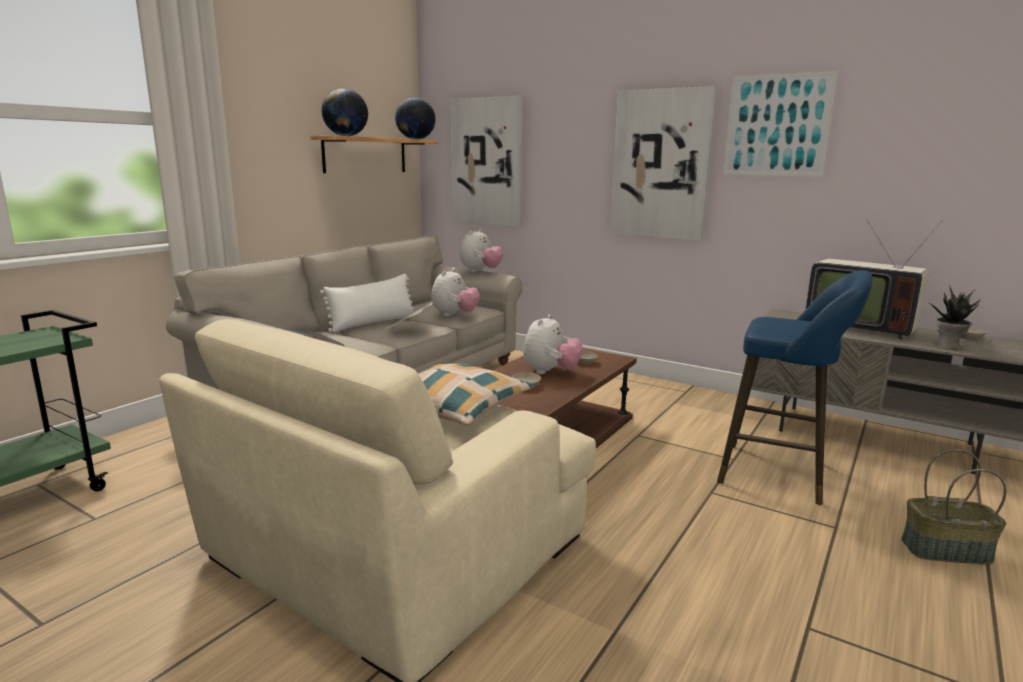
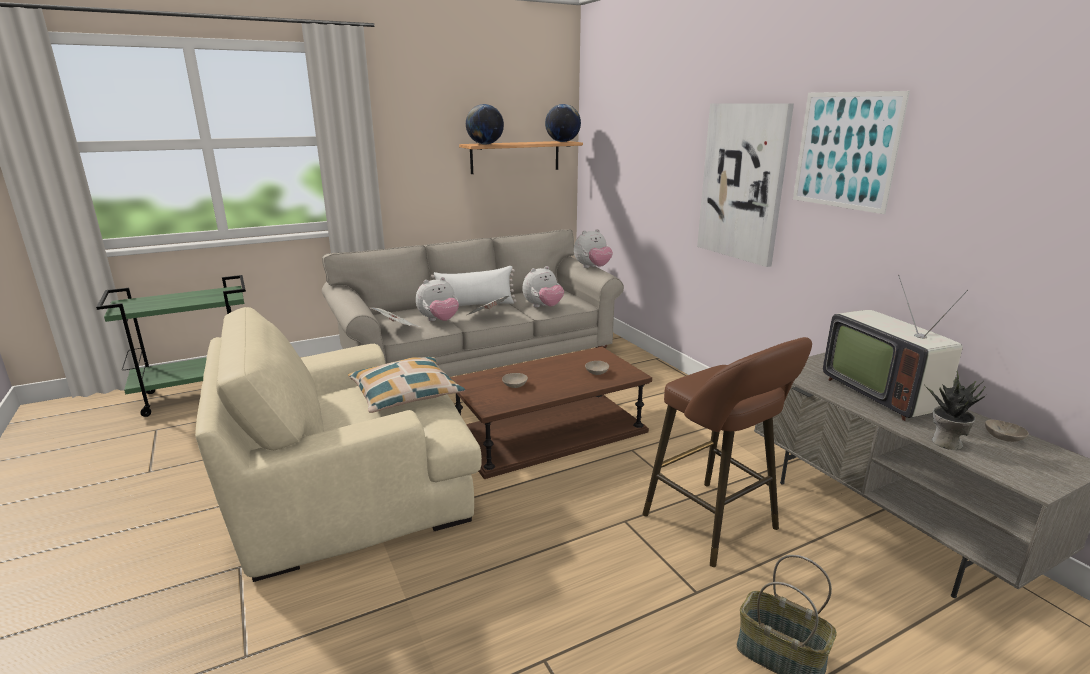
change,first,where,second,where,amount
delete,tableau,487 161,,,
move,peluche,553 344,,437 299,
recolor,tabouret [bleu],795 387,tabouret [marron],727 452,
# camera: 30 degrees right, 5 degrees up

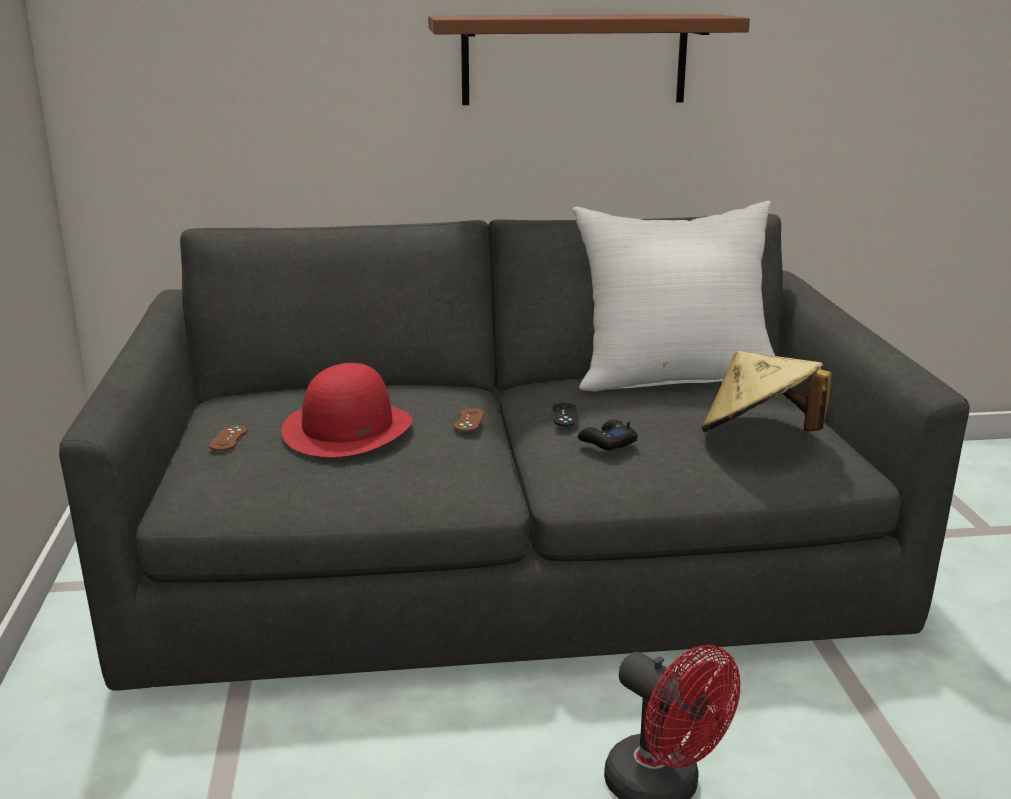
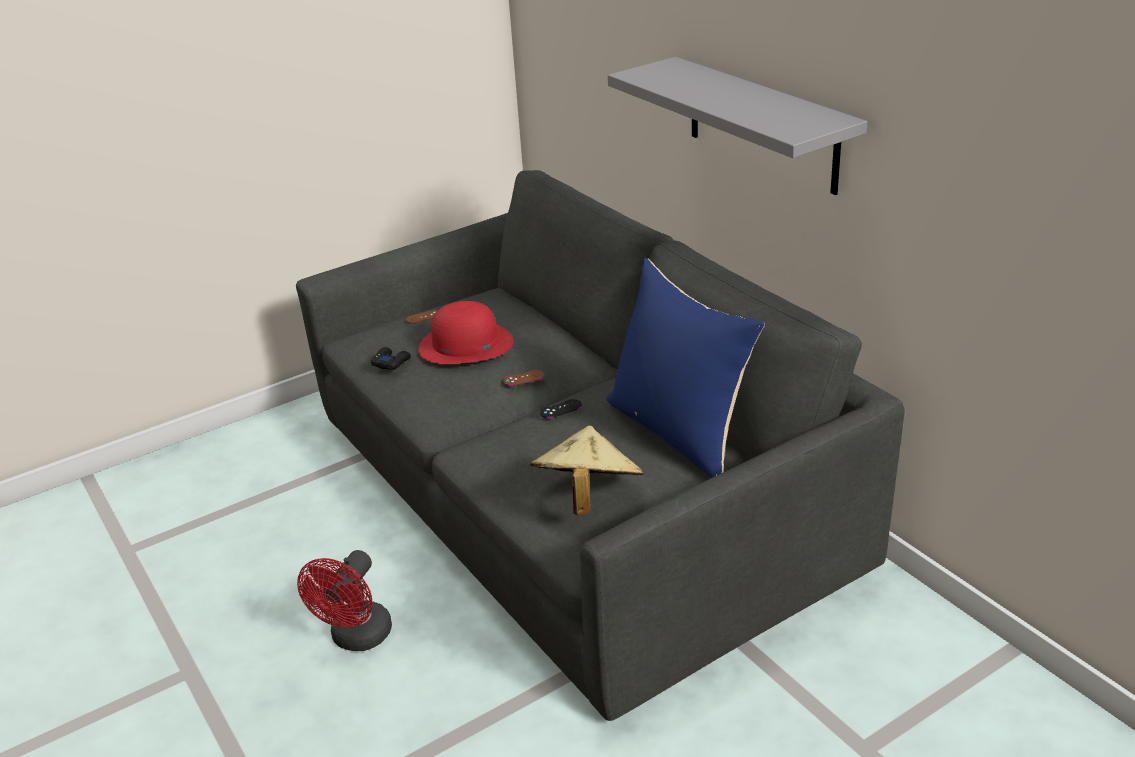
change,first,where,second,where,amount
move,manette [noir],608 434,,391 358,
recolor,étagère [marron],589 59,étagère [gris],737 126,
recolor,coussin [blanc],673 296,coussin [bleu],685 368,
# camera: 65 degrees right, 10 degrees up

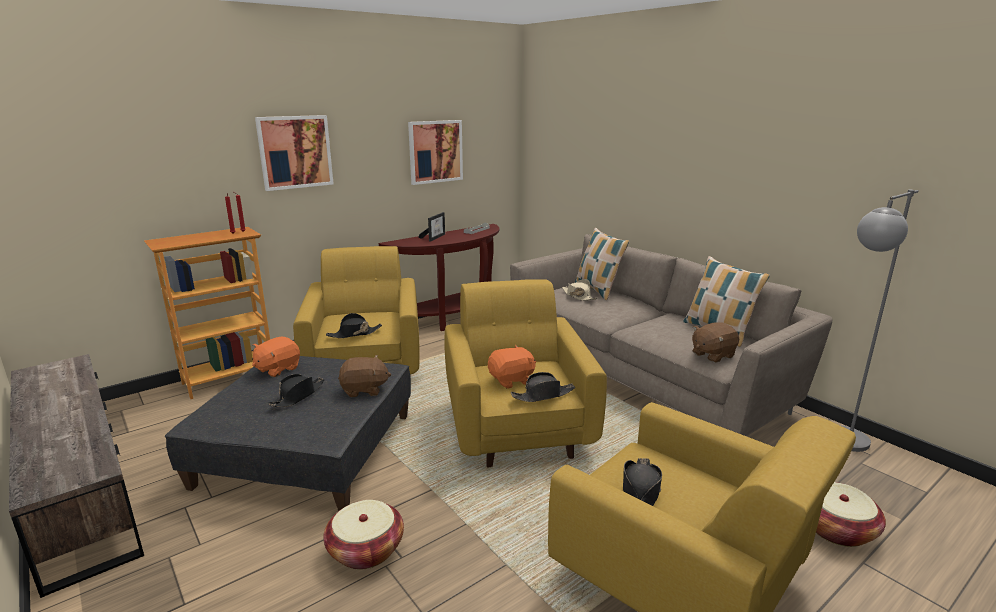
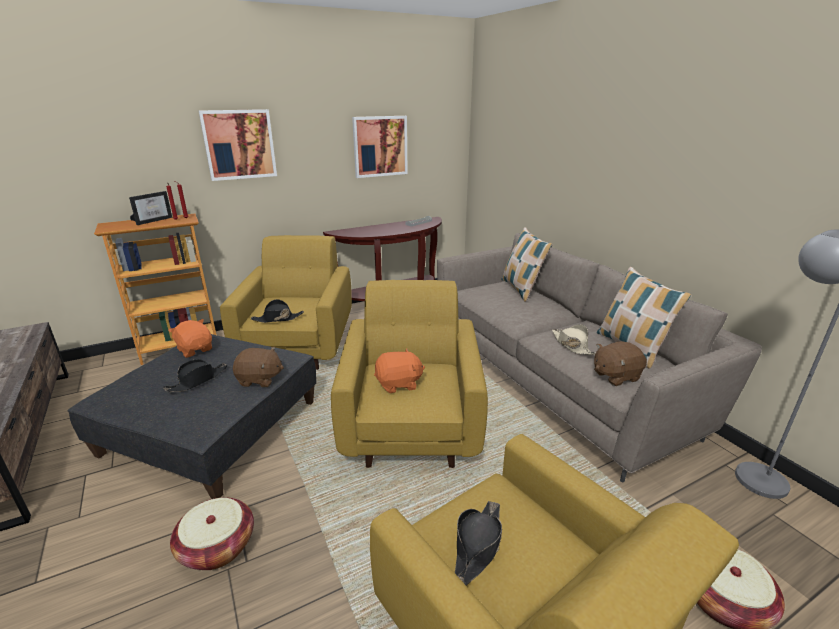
change,first,where,second,where,amount
delete,chapeau [noir],543 387,,,
move,cadre photo,431 226,,150 208,
move,chapeau [beige],580 290,,574 339,
rotate,peluche [orange],276 356,,190 338,90 degrees clockwise
# camera: 10 degrees right, 5 degrees up

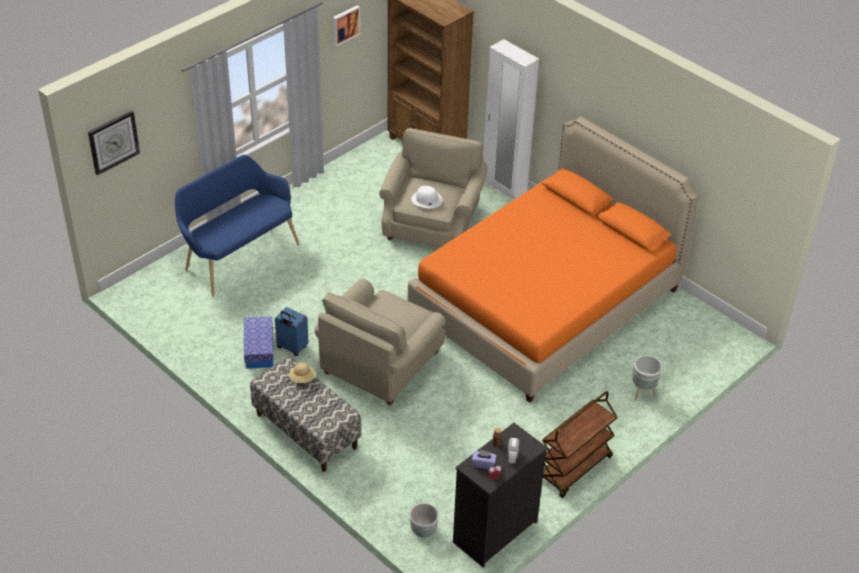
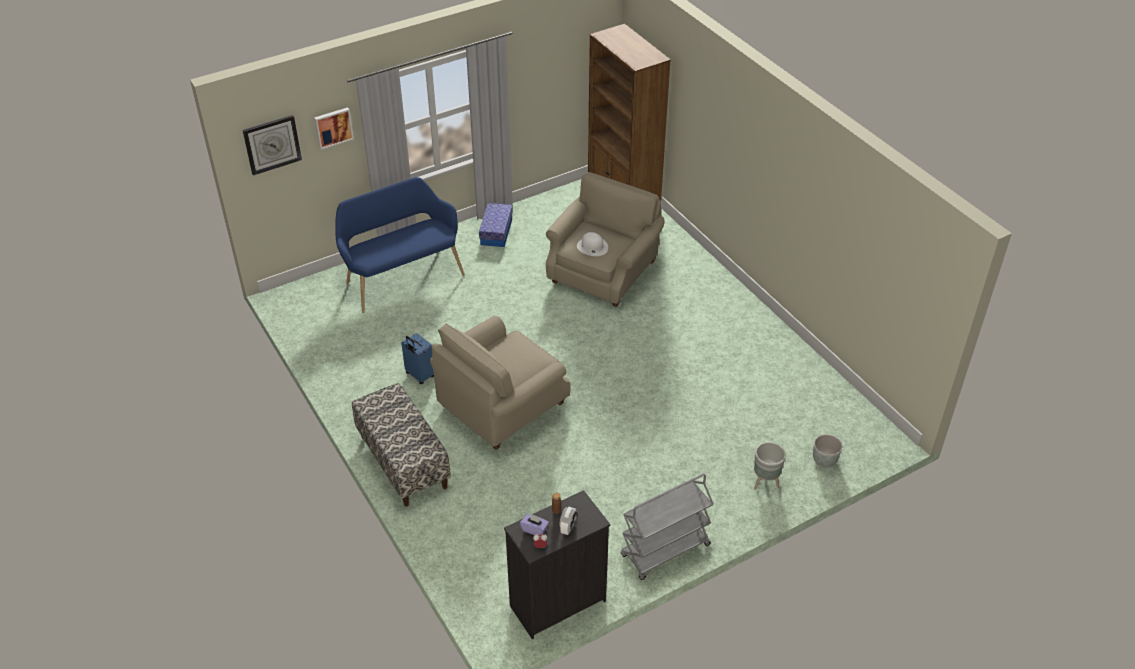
change,first,where,second,where,amount
delete,chapeau [beige],302 373,,,
delete,lit [orange],553 260,,,
delete,armoire [blanc],511 119,,,
move,boîte de rangement,259 342,,496 225,
move,tableau,346 26,,334 128,
move,cache-pot [gris],424 520,,827 450,
recolor,chariot [marron],580 444,chariot [gris],667 526,
# camera: 15 degrees right, 0 degrees up

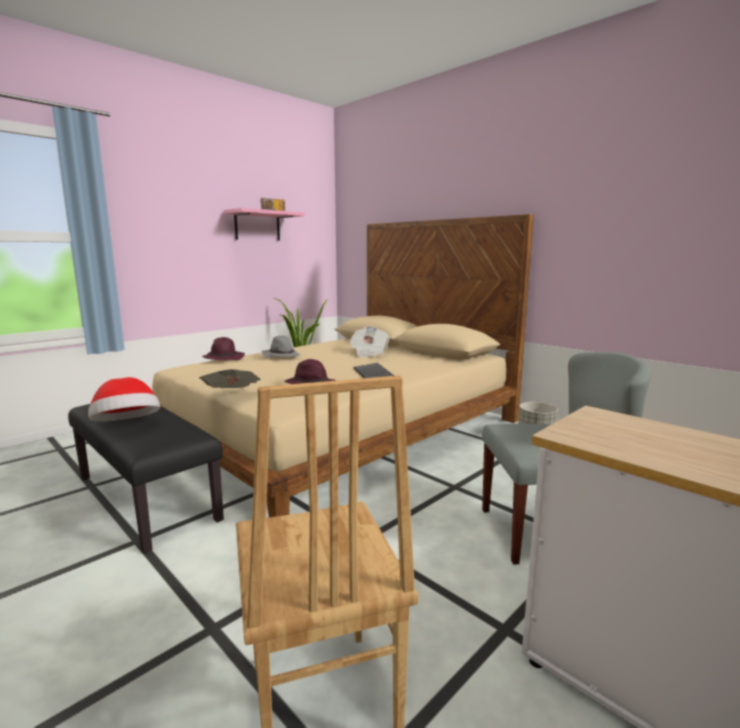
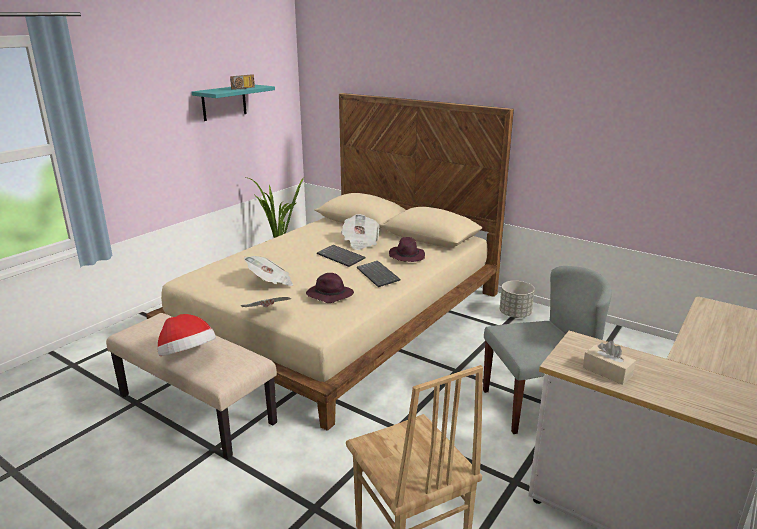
change,first,where,second,where,amount
delete,chapeau [gris],281 346,,,
insert,,,journal,268 271,
insert,,,clavier,341 256,
insert,,,boîte à mouchoirs [beige],609 363,
move,chapeau [violet],223 348,,407 249,
recolor,banc [noir],146 478,banc [beige],191 386,
recolor,étagère [rose],264 224,étagère [turquoise],233 103,
# camera: 10 degrees left, 10 degrees up

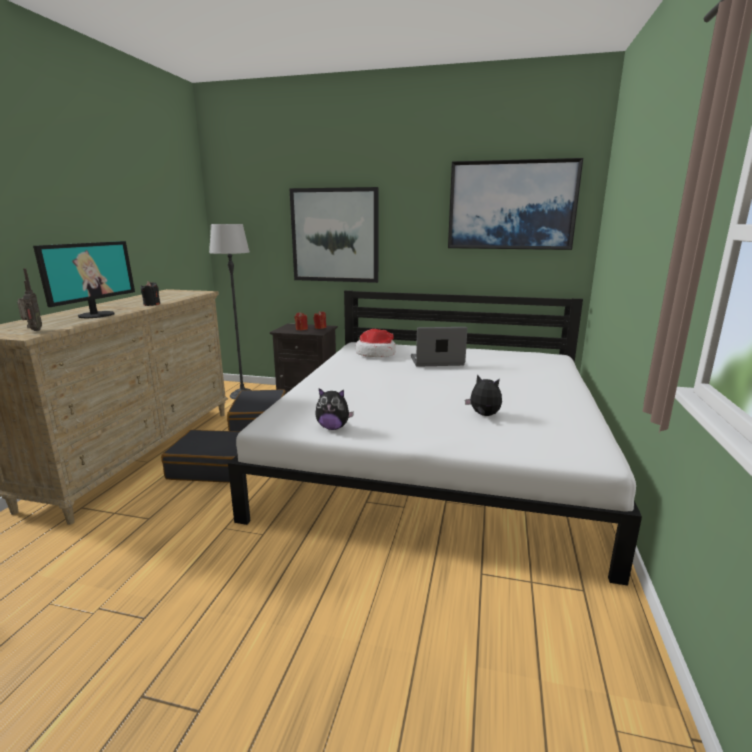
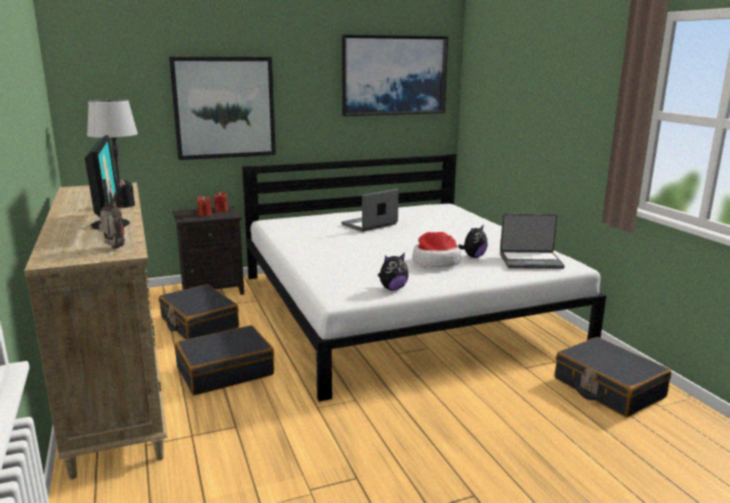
change,first,where,second,where,amount
insert,,,ordinateur portable,532 241,
insert,,,valise [noir],613 377,
move,chapeau,376 343,,437 249,
rotate,peluche,483 395,,473 241,135 degrees clockwise
# camera: 35 degrees left, 0 degrees up

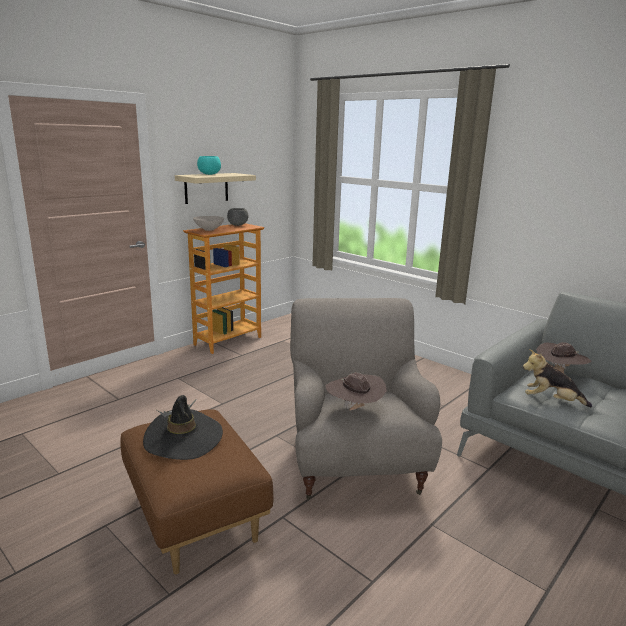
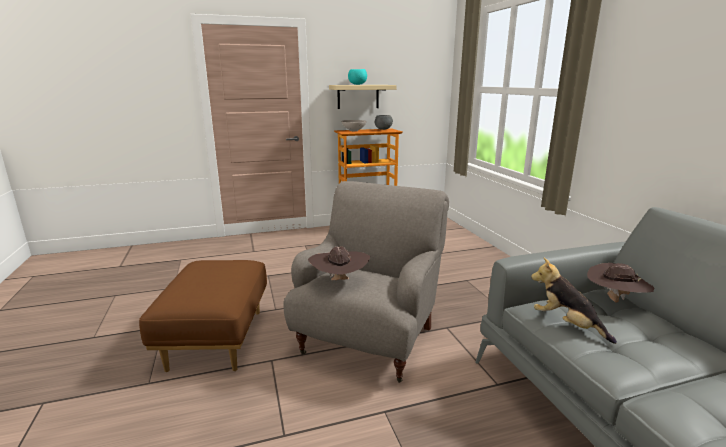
change,first,where,second,where,amount
delete,chapeau [noir],183 427,,,
# camera: 30 degrees right, 0 degrees up

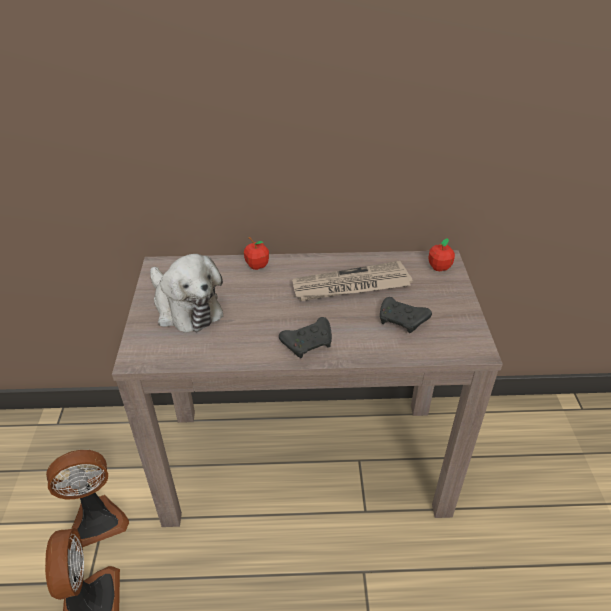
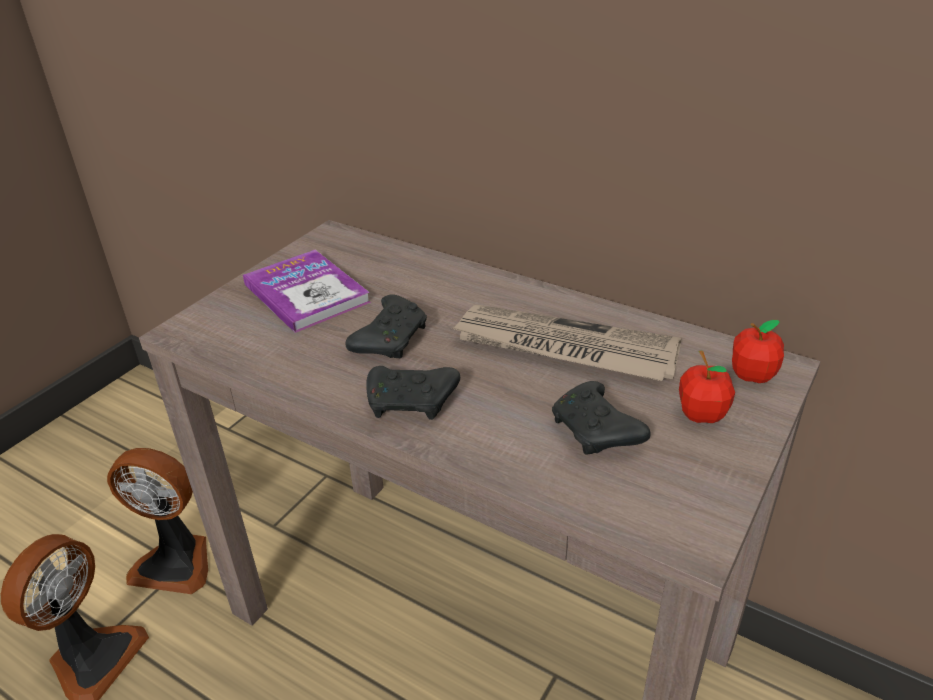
change,first,where,second,where,amount
insert,,,manette [noir],386 326,
move,pomme,256 253,,707 386,
replace,peluche,187 293,livre,307 291,
# camera: 35 degrees right, 5 degrees down

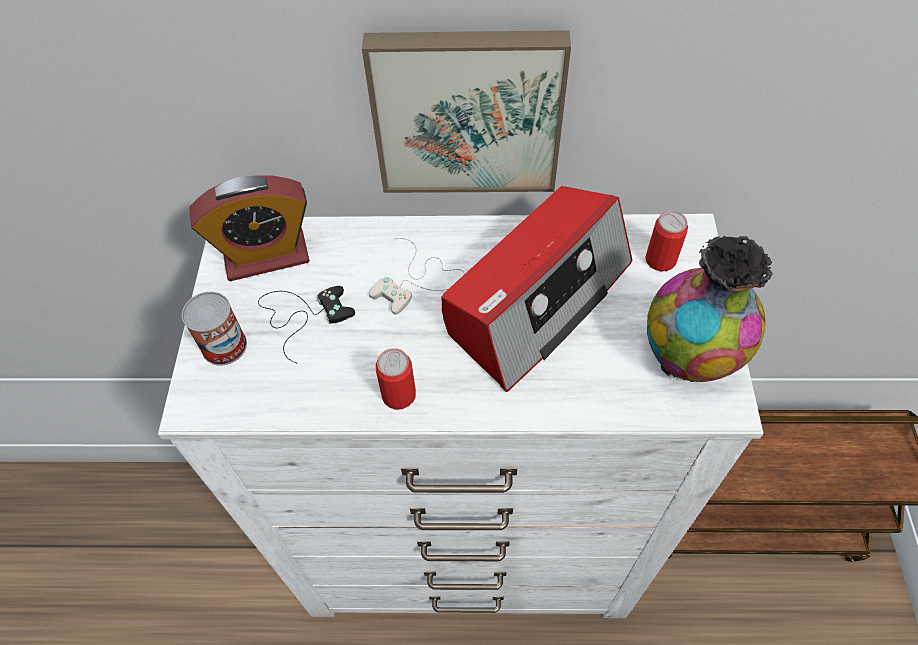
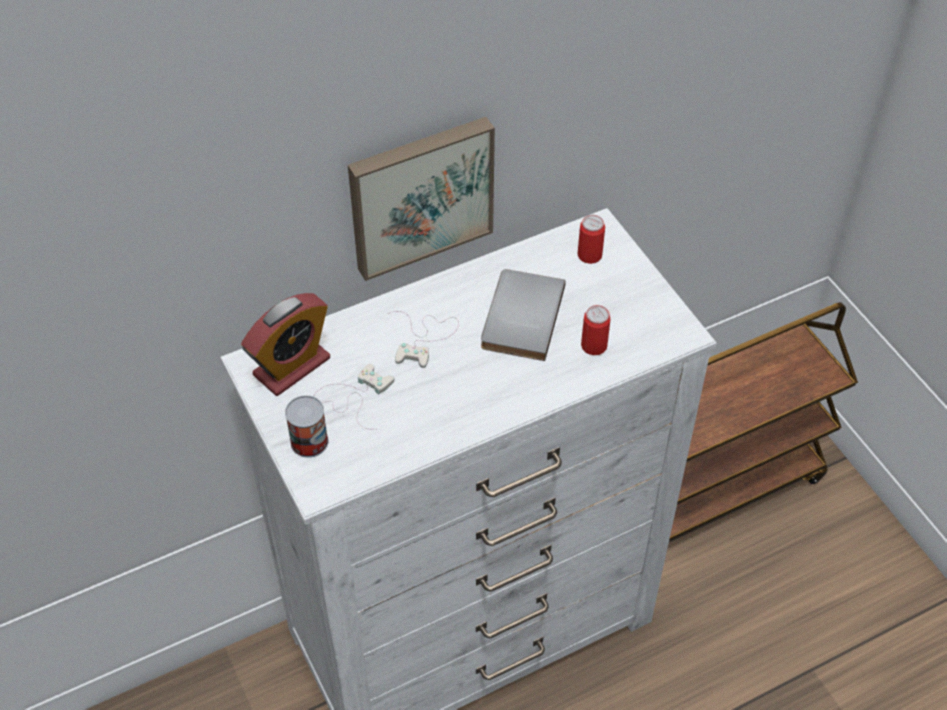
change,first,where,second,where,amount
delete,vase,710 309,,,
move,boîte métallique,396 379,,596 330,
replace,radio,537 289,livre [gris],523 315,
recolor,manette [noir],306 324,manette [blanc],354 396,
# camera: 30 degrees left, 5 degrees down

